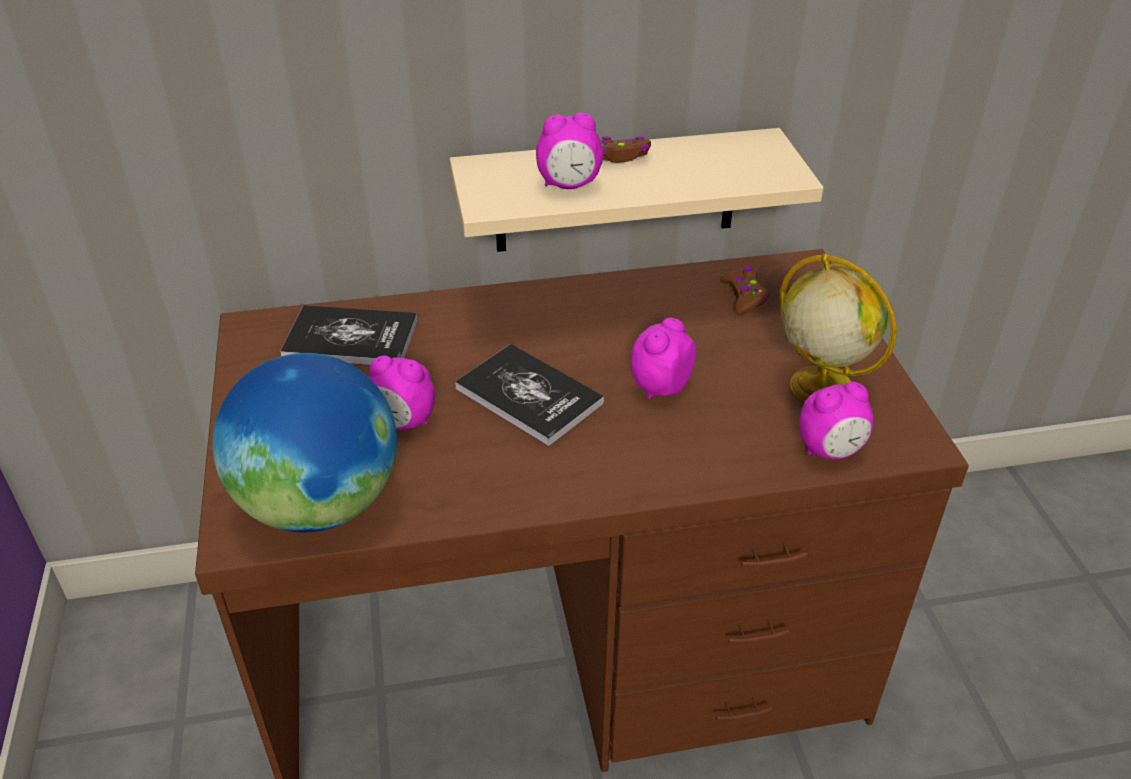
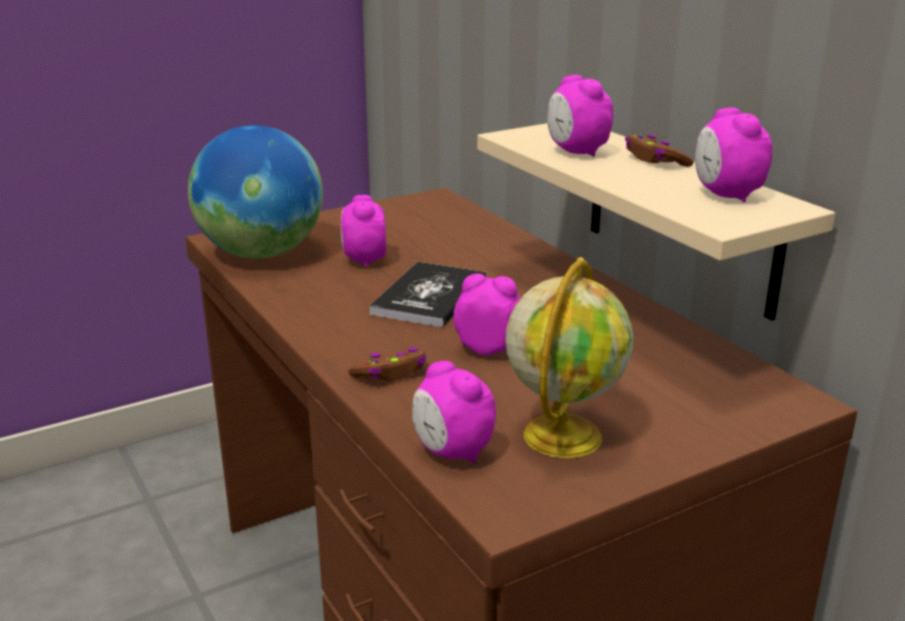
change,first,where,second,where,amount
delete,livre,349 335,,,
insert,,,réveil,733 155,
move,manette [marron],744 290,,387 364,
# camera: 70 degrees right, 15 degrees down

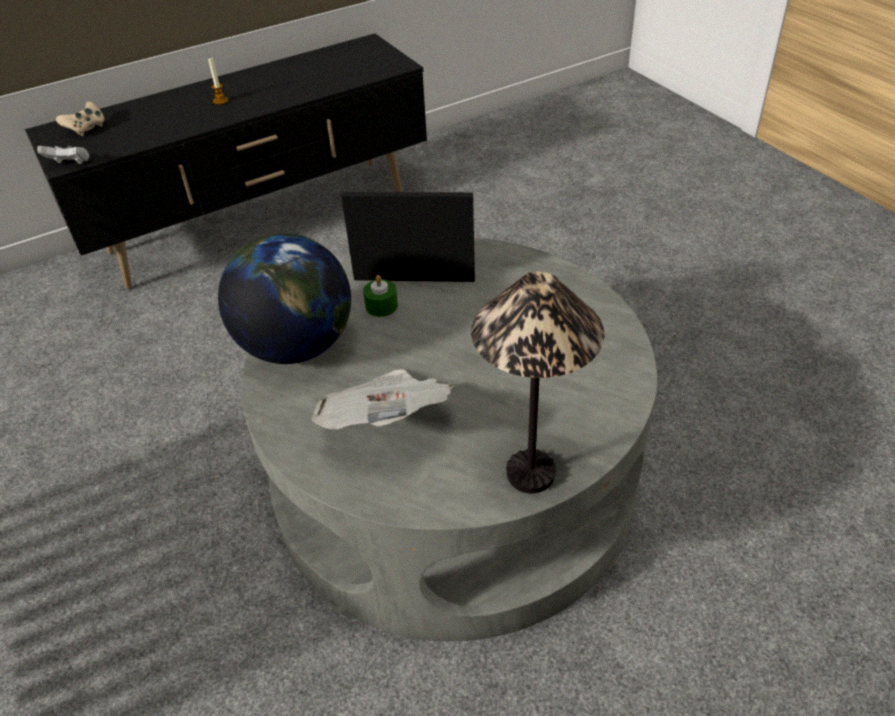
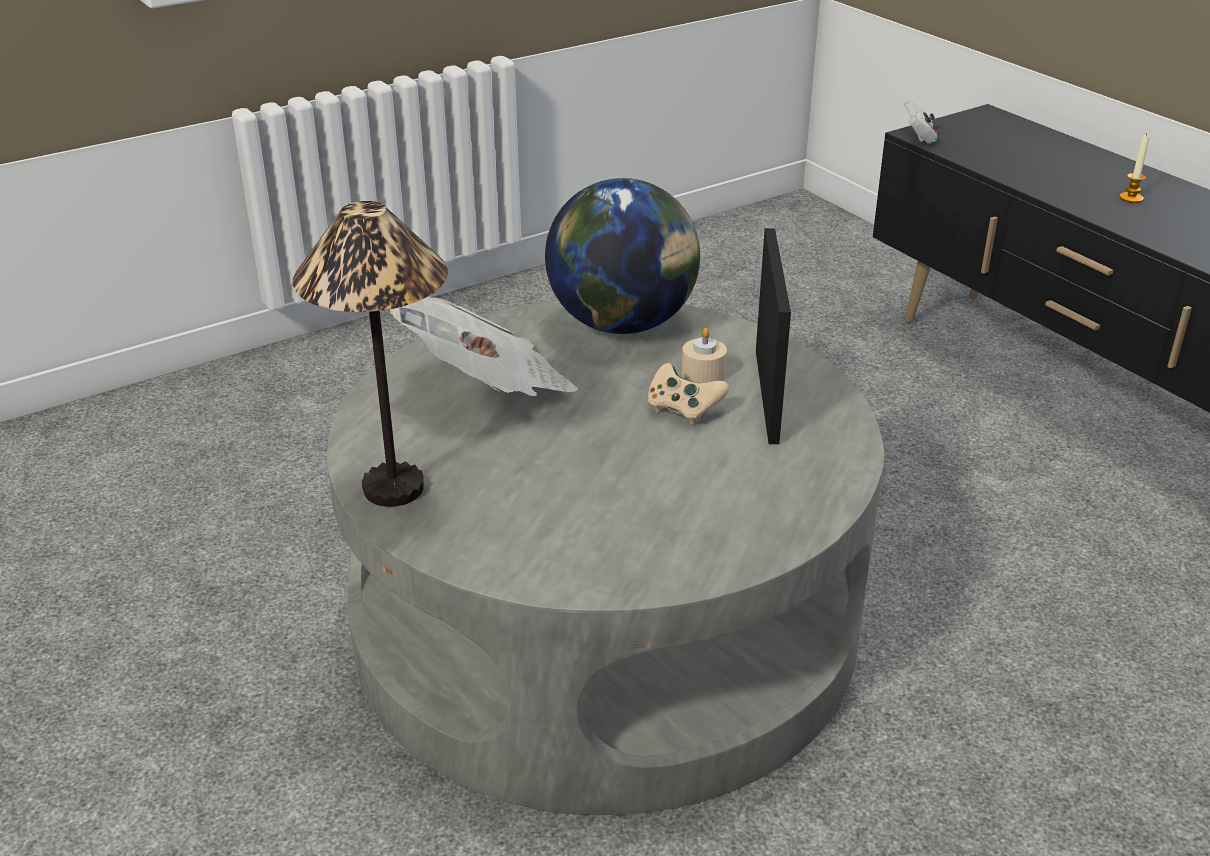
change,first,where,second,where,amount
move,manette [beige],80 119,,688 394,
recolor,bougie [vert],380 296,bougie [beige],704 355,
# camera: 85 degrees right, 10 degrees down

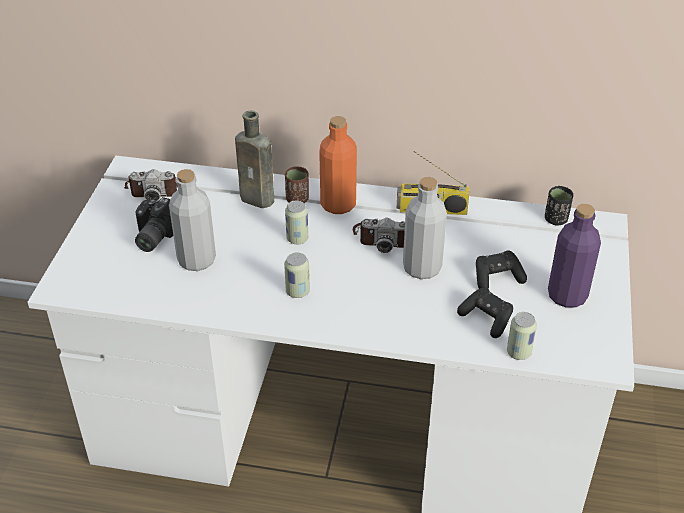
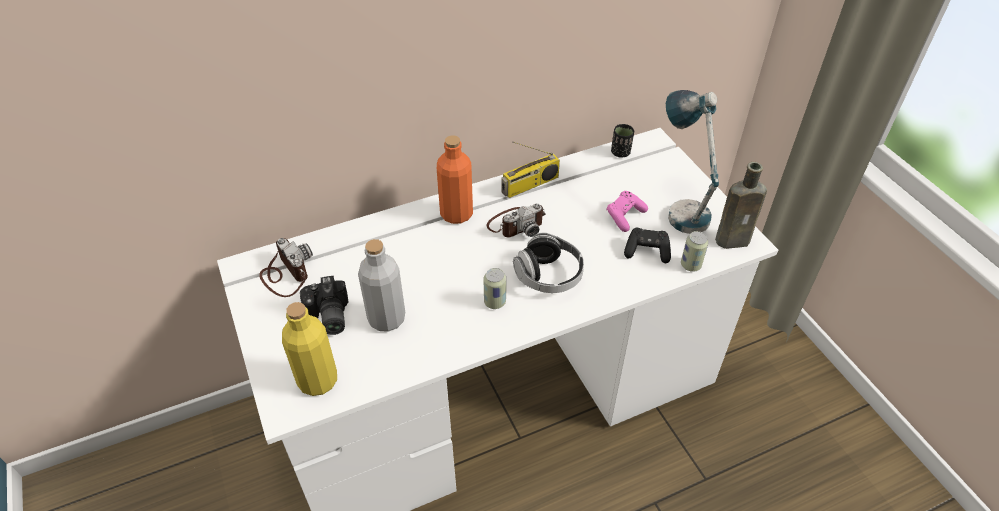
change,first,where,second,where,amount
delete,tasse [marron],297 184,,,
delete,boîte métallique,296 222,,,
delete,bouteille [gris],425 228,,,
insert,,,bouteille [jaune],309 349,
insert,,,casque audio,548 263,
move,bouteille [marron],254 159,,741 205,
replace,bouteille [violet],574 256,lampe de table,692 162,
recolor,manette [noir],501 270,manette [rose],627 211,
rotate,appareil photo,151 185,,286 267,90 degrees counterclockwise
# camera: 35 degrees left, 5 degrees up

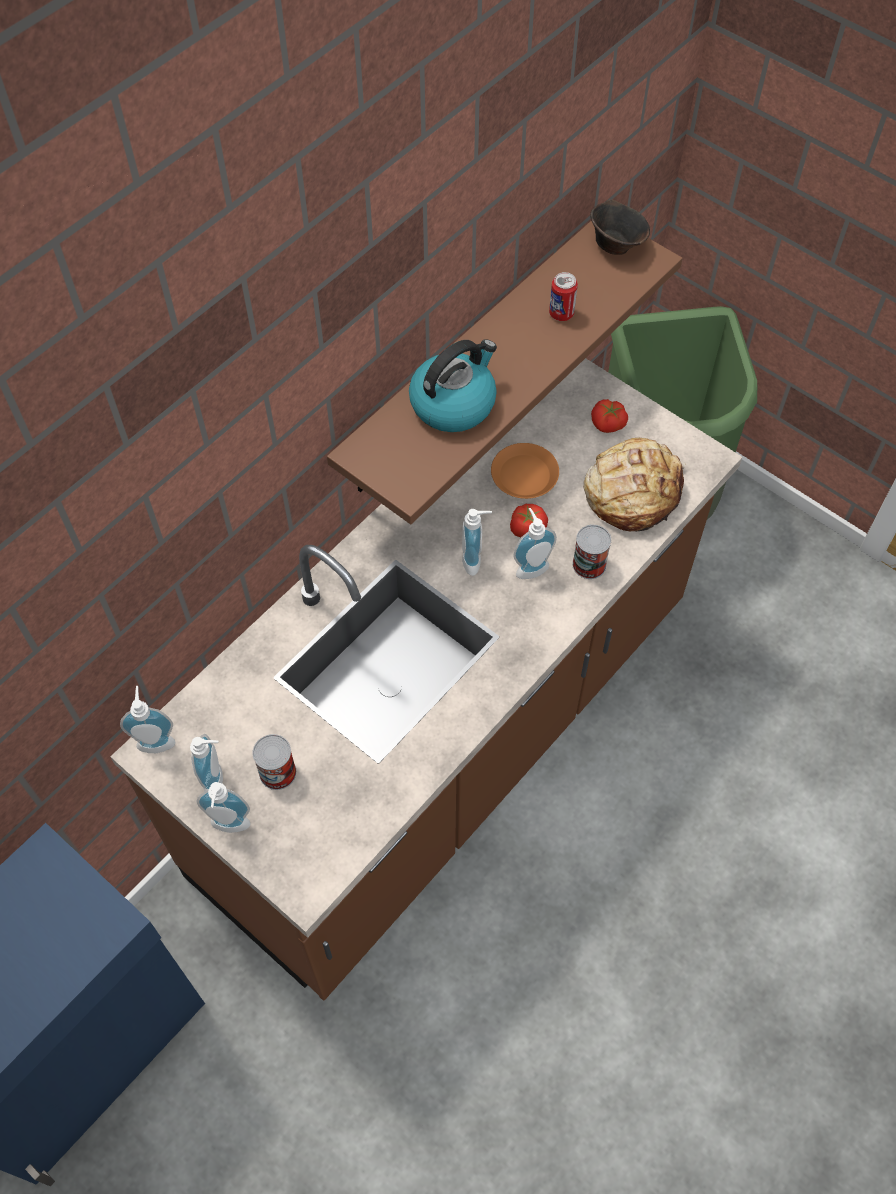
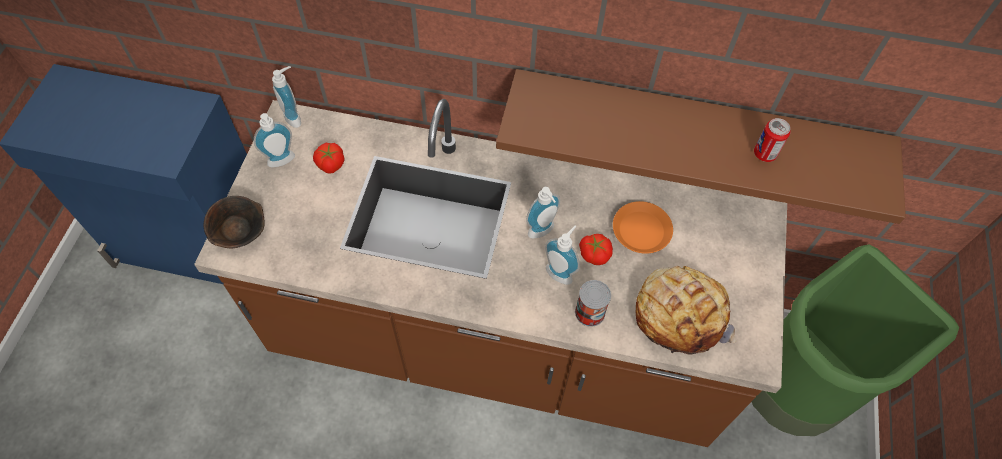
change,first,where,second,where,amount
delete,distributeur de savon,223 807,,,
delete,boîte métallique,274 762,,,
delete,bouilloire,453 385,,,
move,bol [marron],620 227,,234 222,
move,tomate,609 416,,329 158,
# camera: 60 degrees right, 0 degrees up

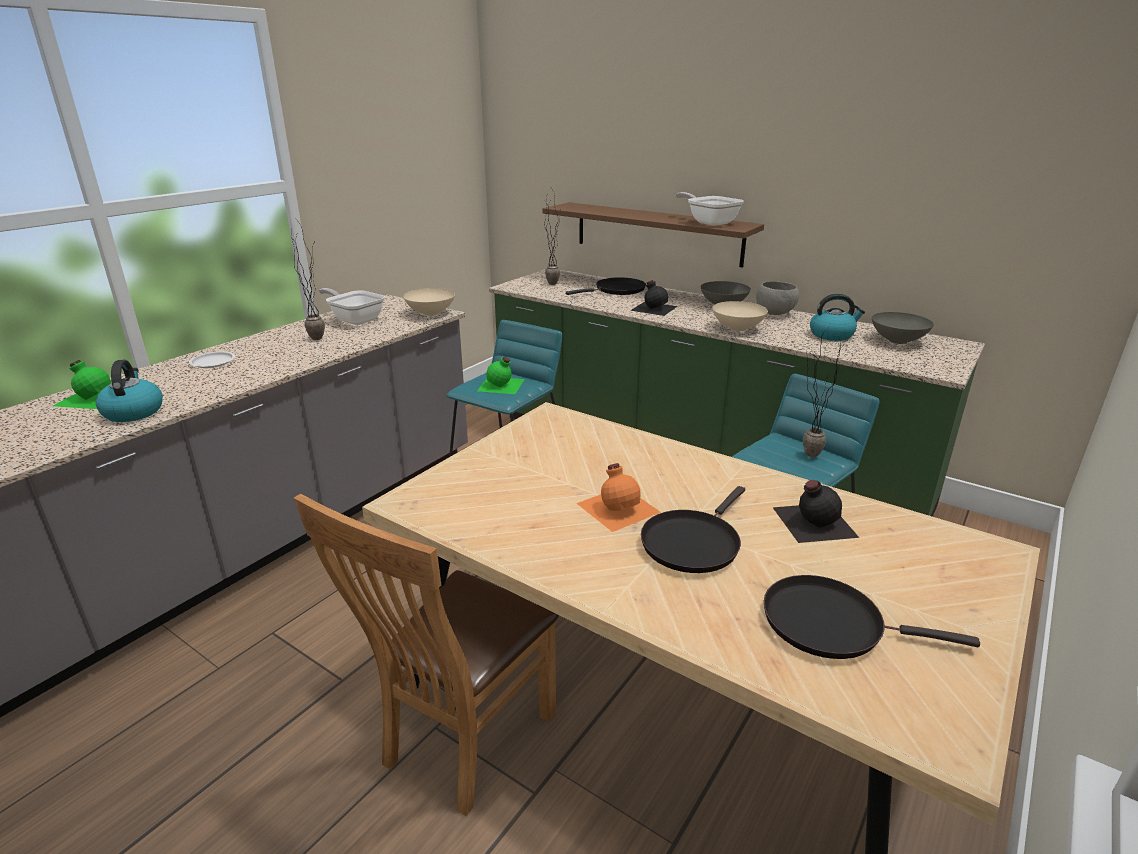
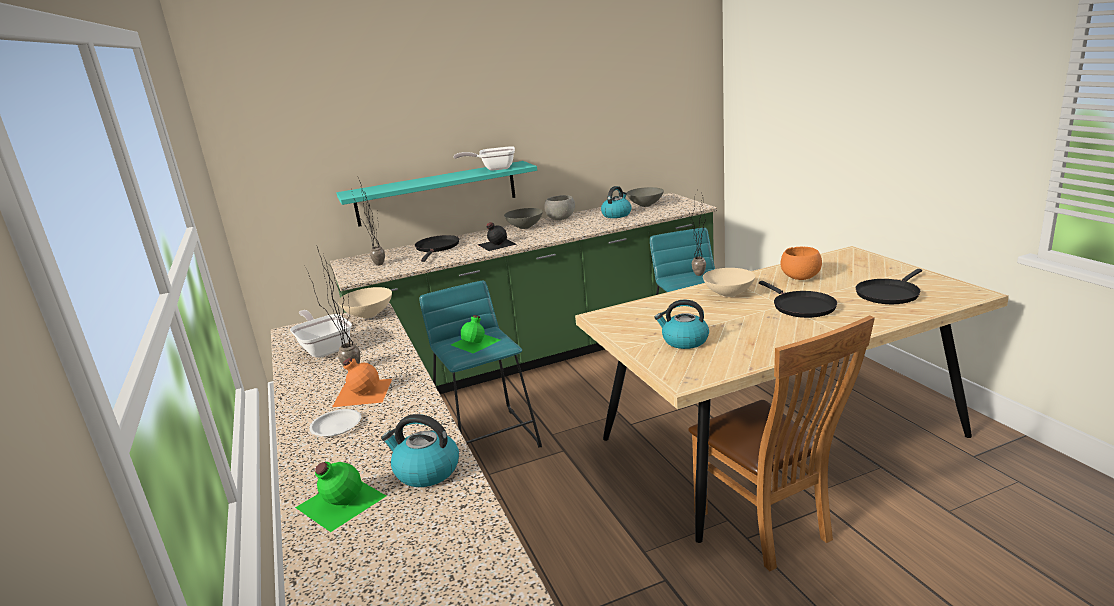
change,first,where,second,where,amount
insert,,,bouilloire,682 324,
move,bouteille [orange],618 497,,362 382,
move,bol [beige],740 316,,729 282,
replace,bouteille [noir],815 511,bol [orange],801 263,
recolor,étagère [marron],653 235,étagère [turquoise],436 194,
rotate,poêle,351 306,,321 334,75 degrees clockwise
# camera: 55 degrees left, 5 degrees down

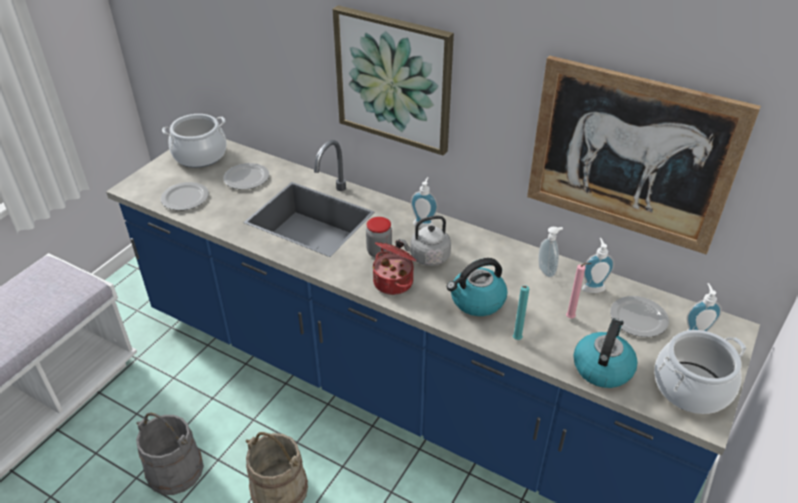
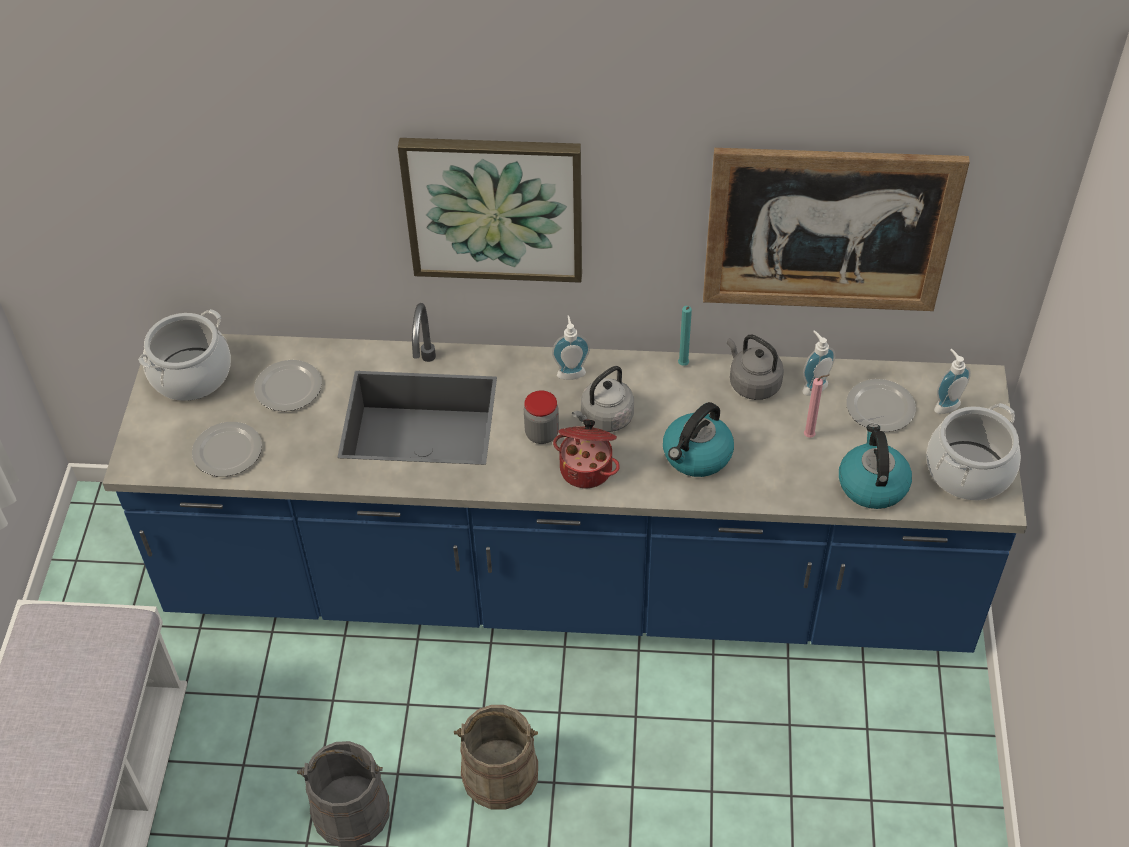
change,first,where,second,where,amount
move,bougie [turquoise],521 312,,685 336,
replace,distributeur de savon,550 252,bouilloire [gris],755 367,
# camera: 25 degrees left, 10 degrees up

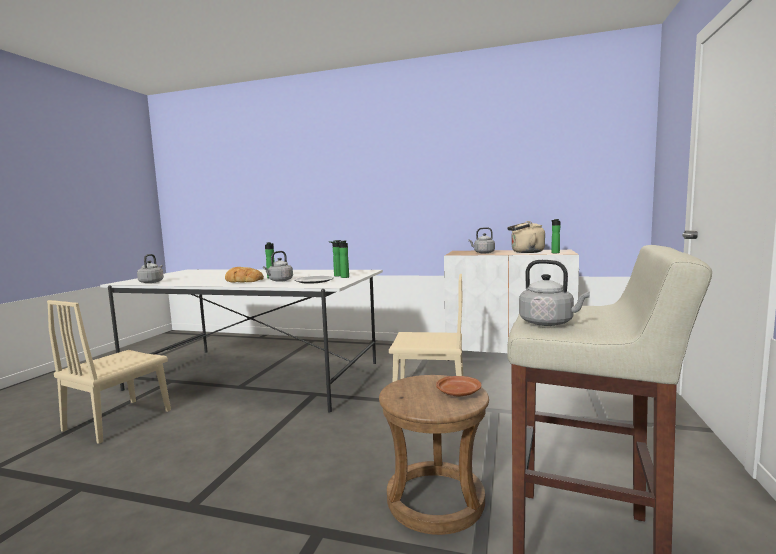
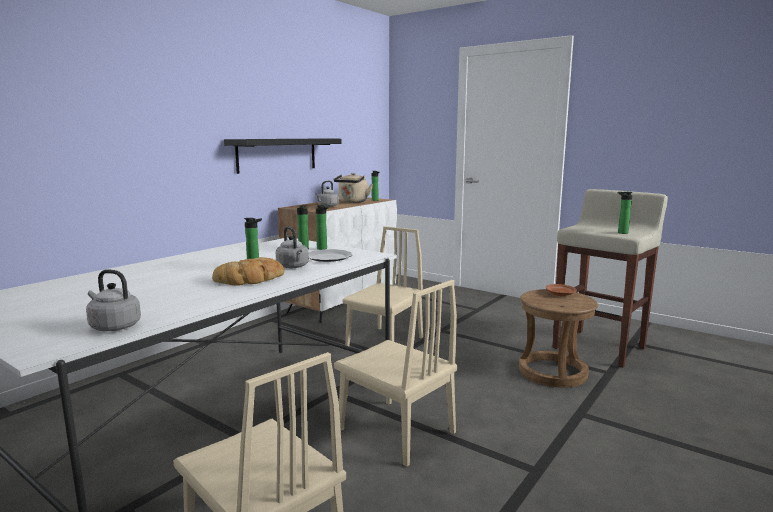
change,first,where,second,where,amount
insert,,,étagère [noir],283 156,
insert,,,chaise [beige],395 373,
replace,bouilloire [gris],554 293,bouteille,625 213,
# camera: 70 degrees left, 5 degrees up

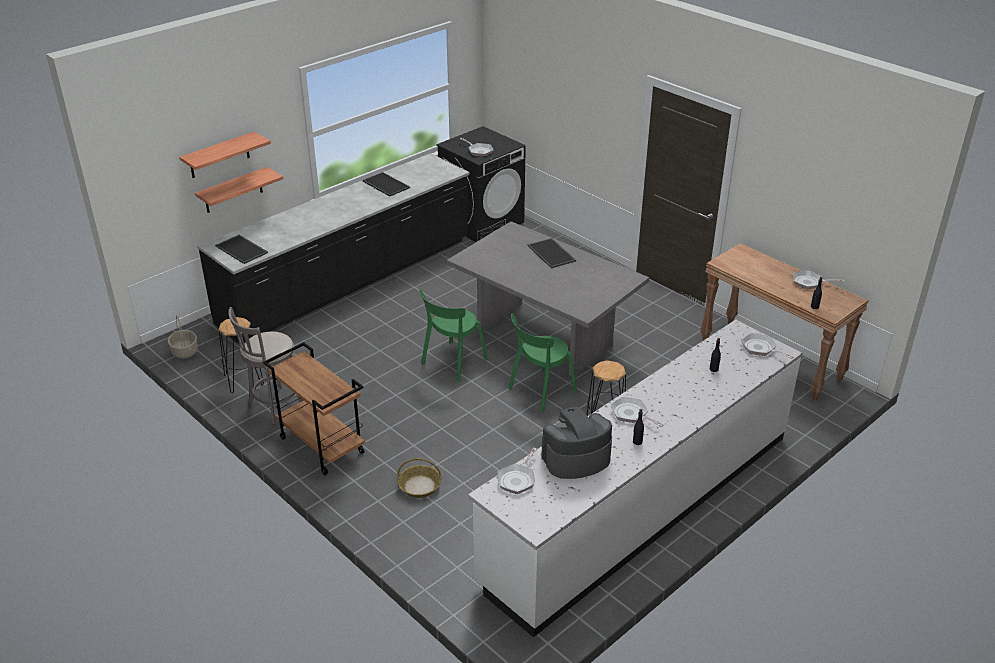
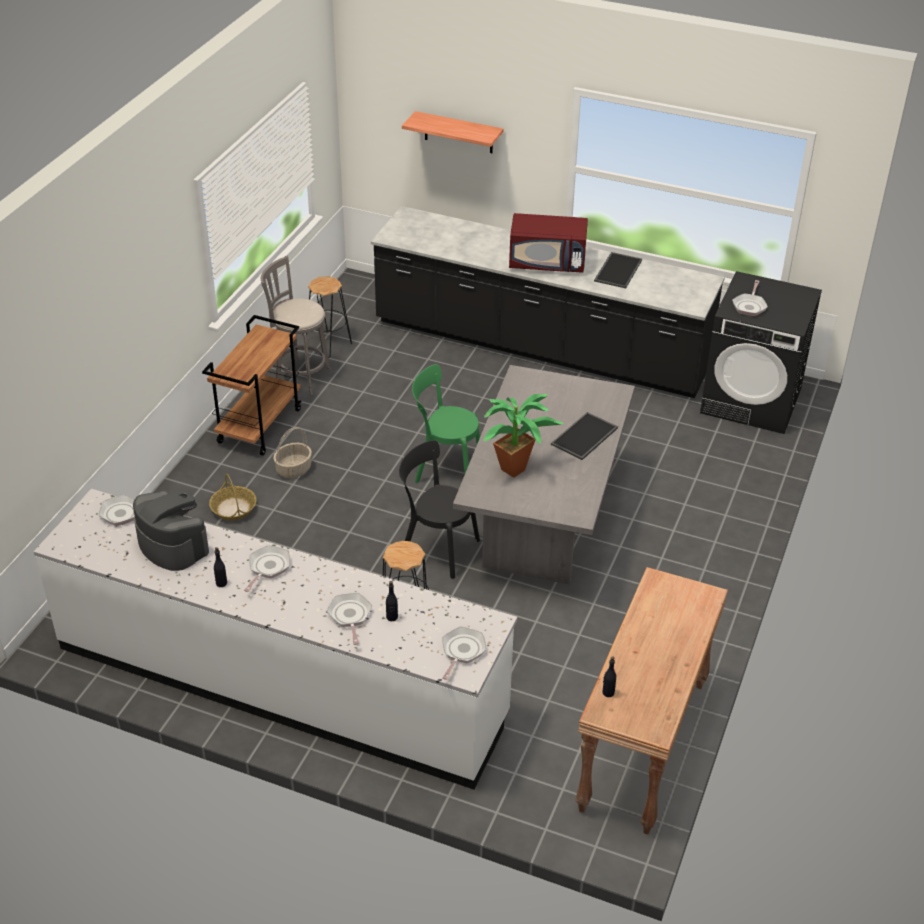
change,first,where,second,where,amount
delete,étagère,239 190,,,
delete,plateau,241 249,,,
insert,,,plante en pot,523 436,
insert,,,micro-ondes [rouge],548 243,
move,panier,183 337,,292 452,
move,poêle,819 280,,349 619,
recolor,chaise [vert],542 363,chaise [noir],439 509,
# camera: 65 degrees right, 5 degrees up

